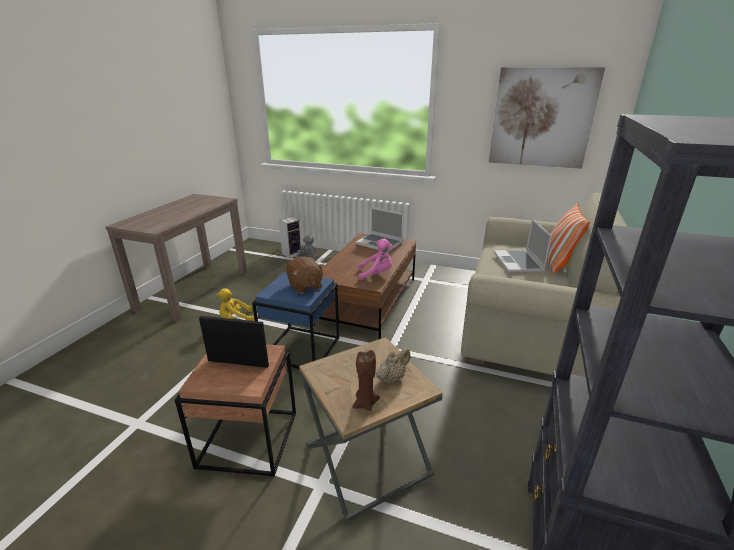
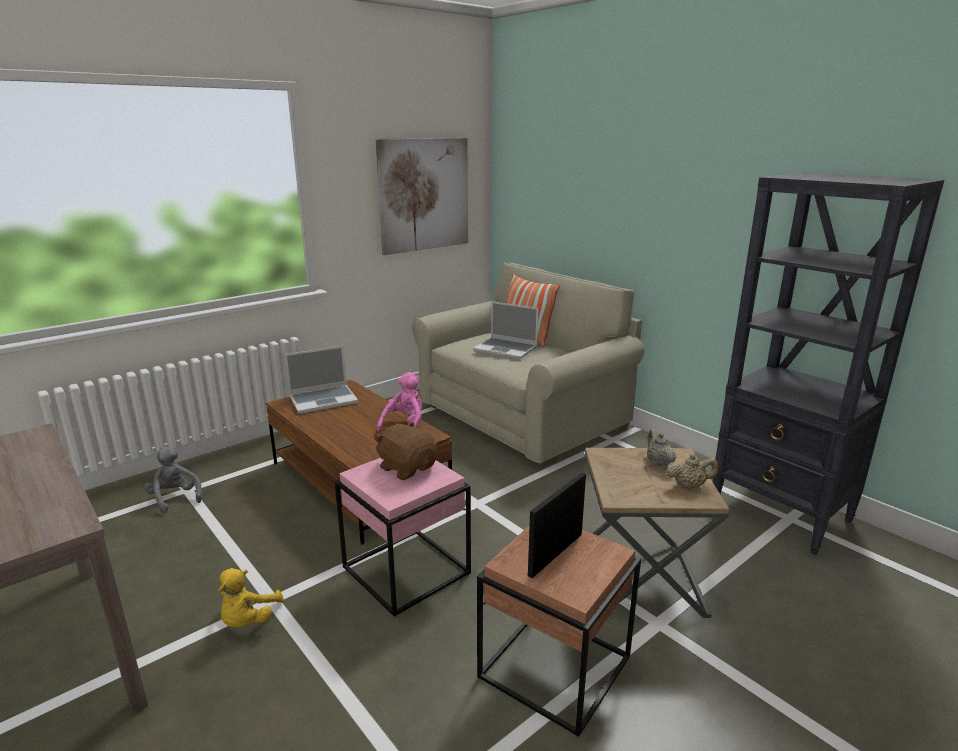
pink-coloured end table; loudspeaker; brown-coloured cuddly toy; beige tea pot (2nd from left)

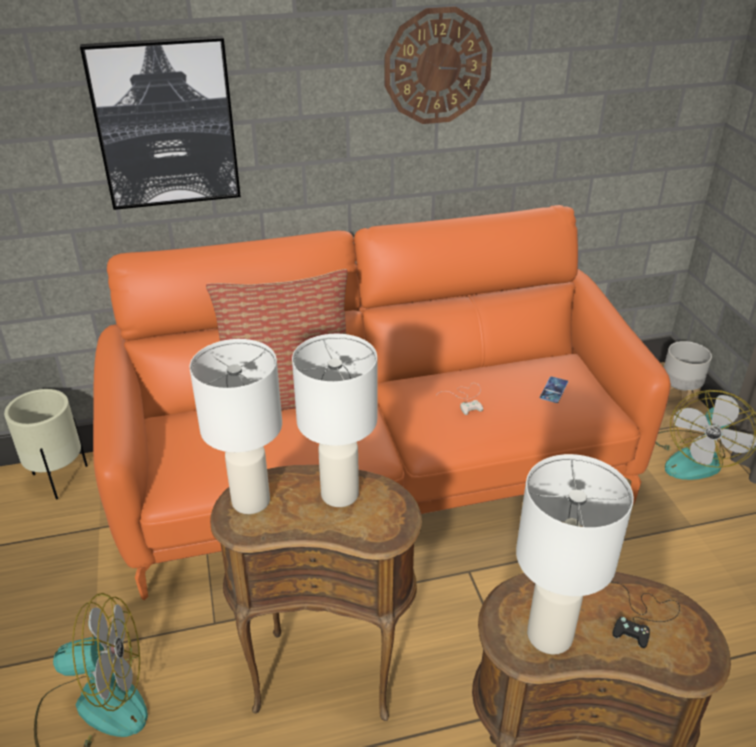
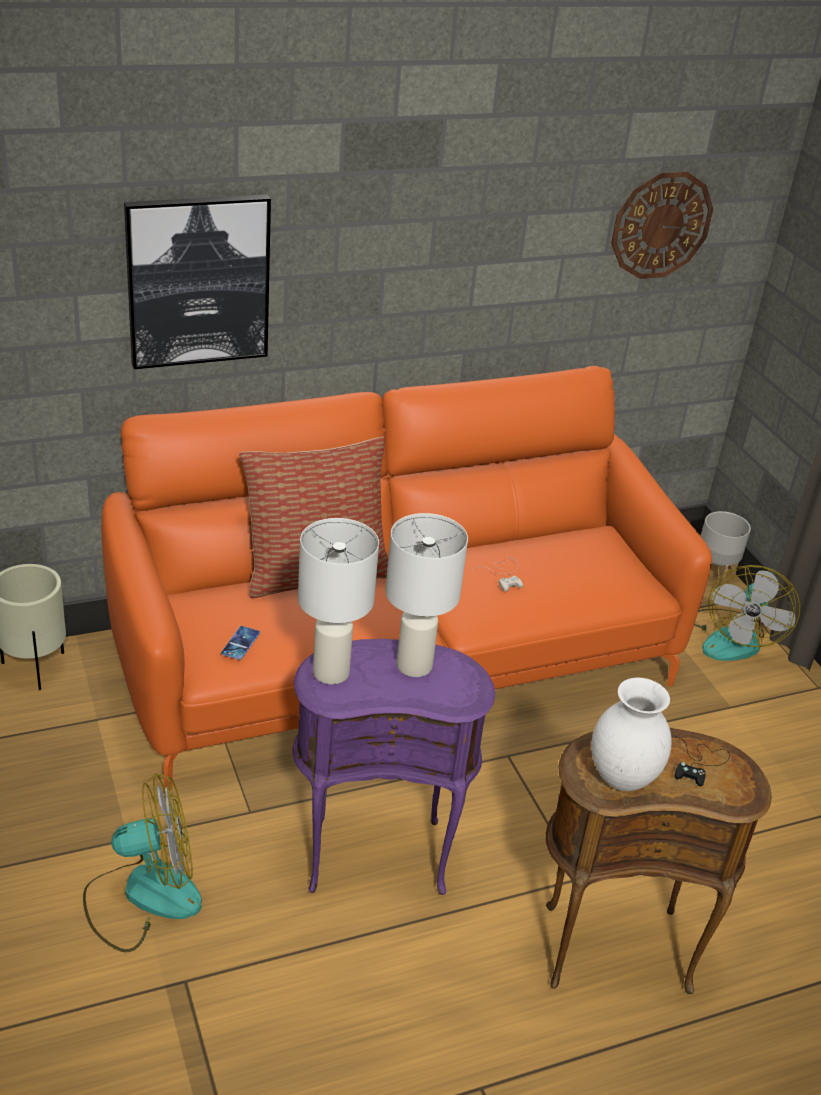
purple end table; wall clock; whitish flower vase; telephone

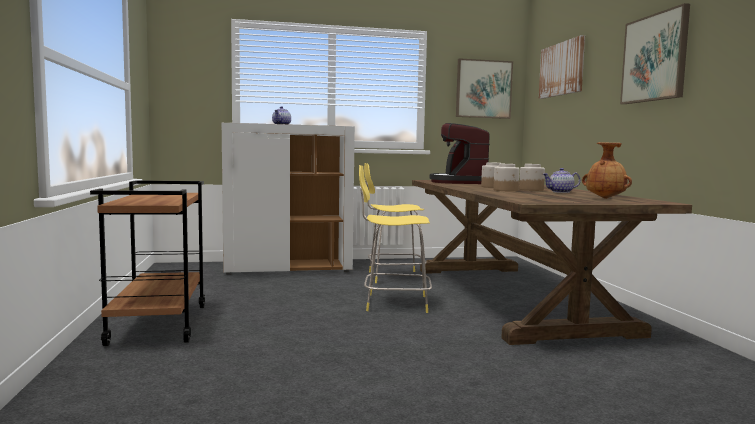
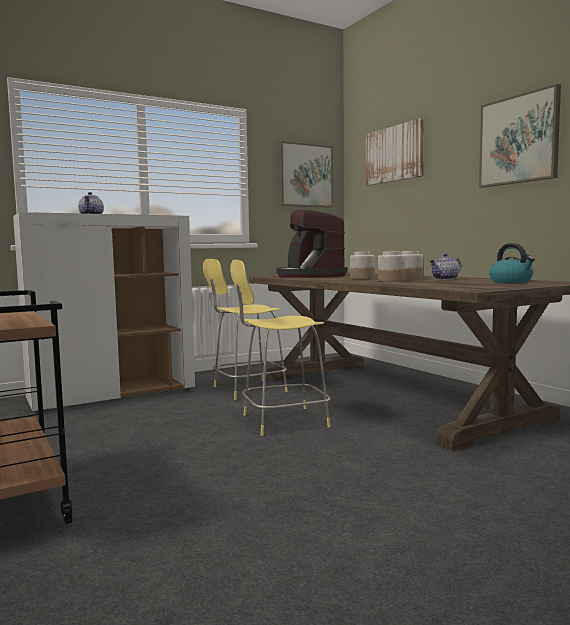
tea kettle

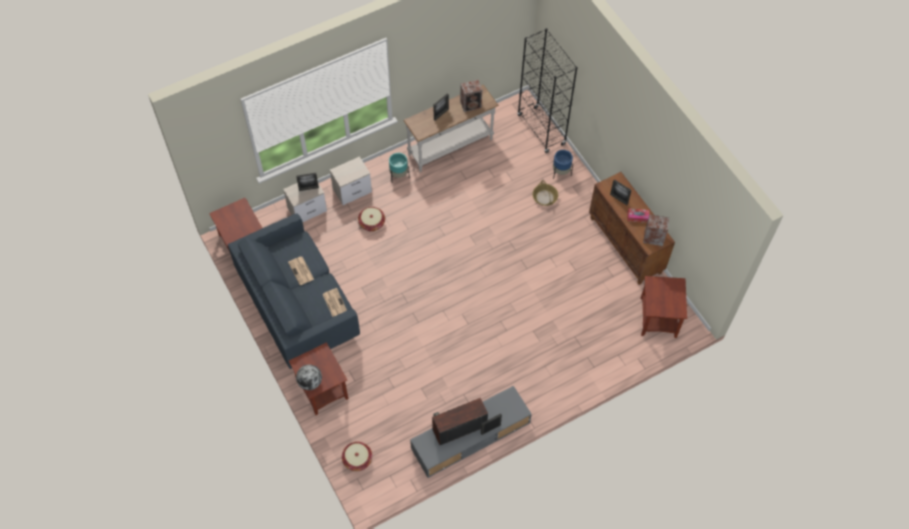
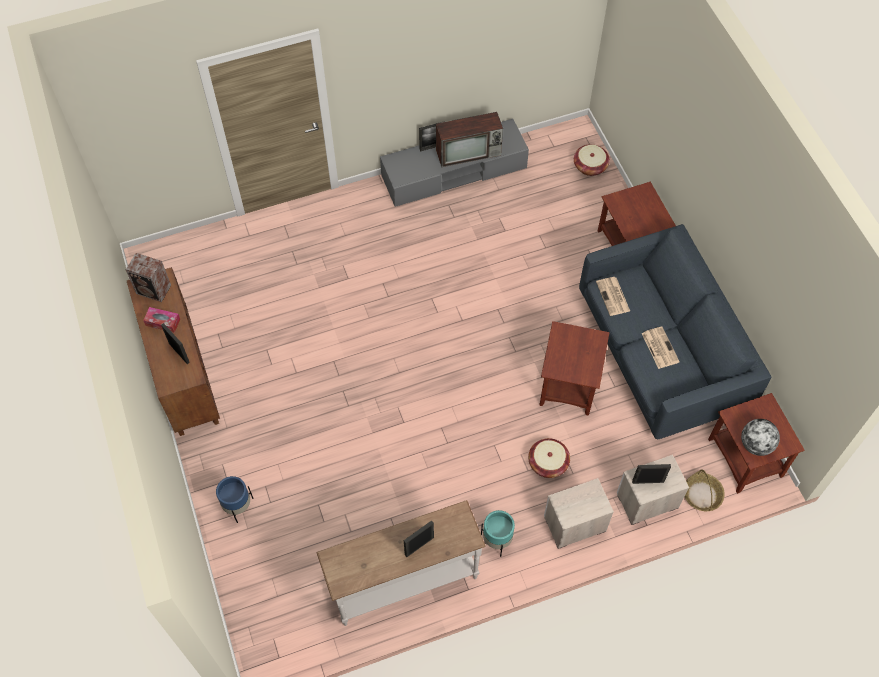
desk globe; loudspeaker (1st from left in the first image); black-coloured bookcase; storage basket (3rd from left); brown-coloured end table (1st from left)

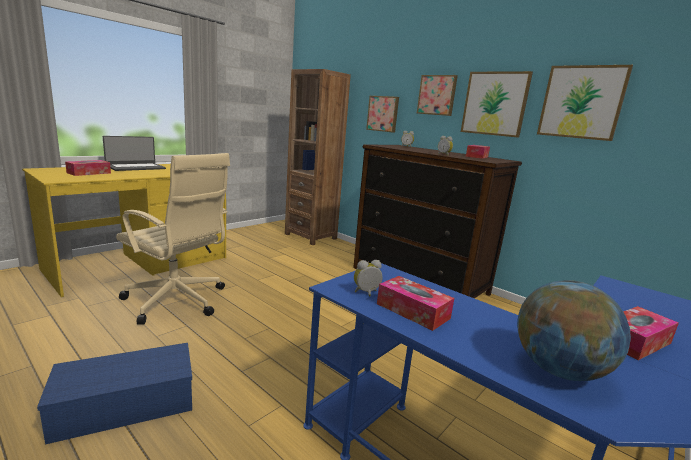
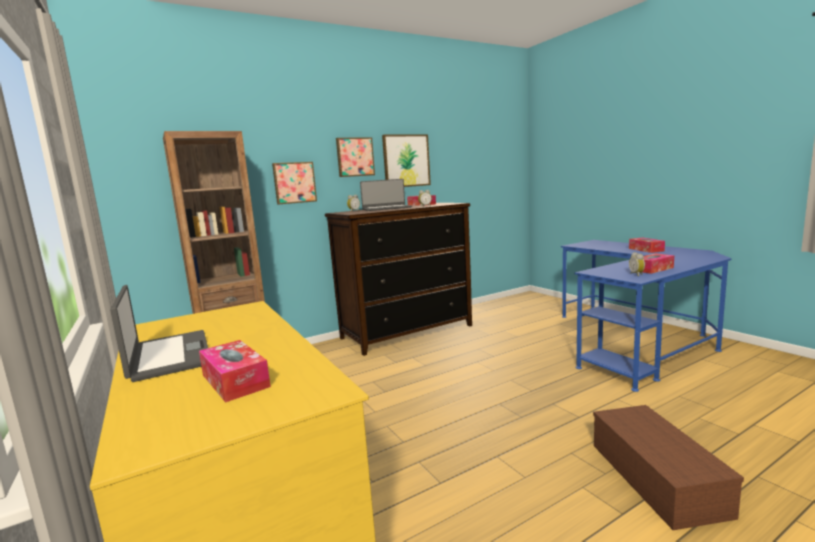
brown-coloured storage bin; beige office chair; desk globe; picture (4th from left in the first image); laptop (2nd from left)

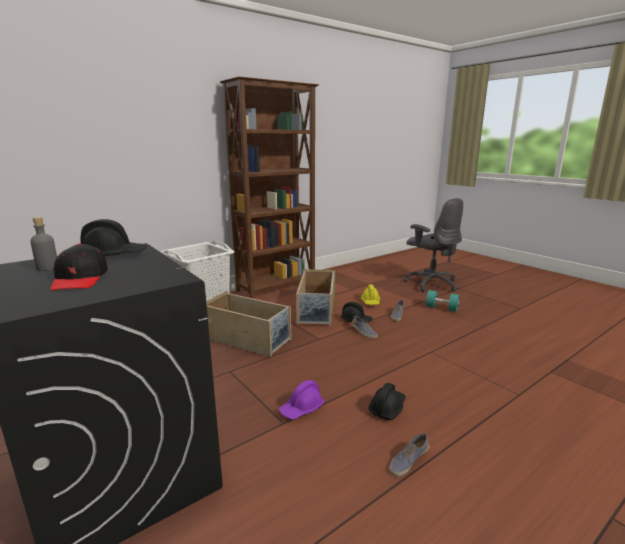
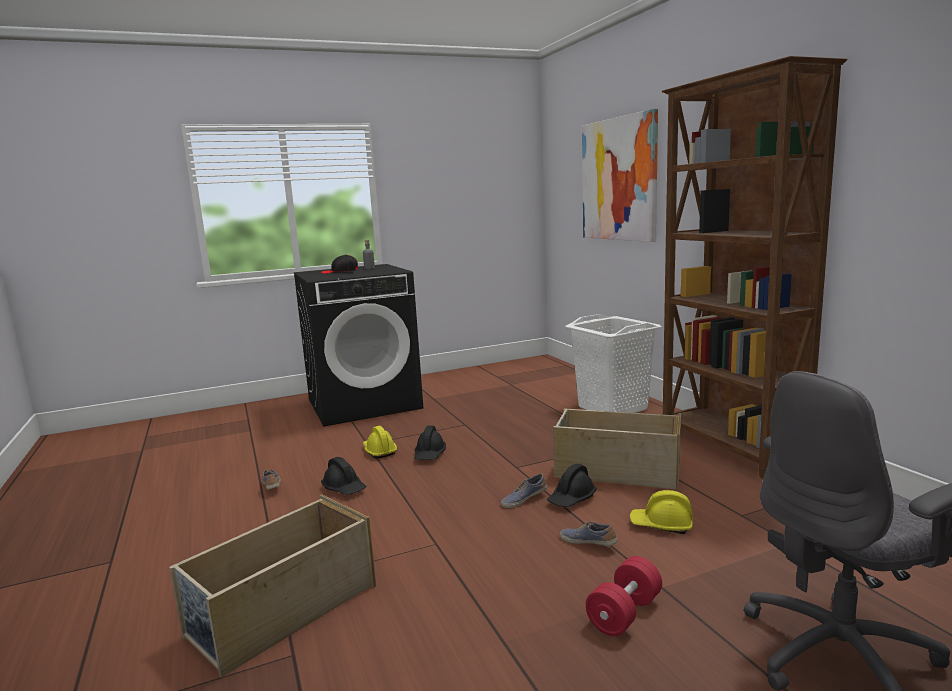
black-coloured work helmet (2nd from left); beige storage bin (1st from left); yellow-coloured work helmet (1st from left); red dumbbell; picture

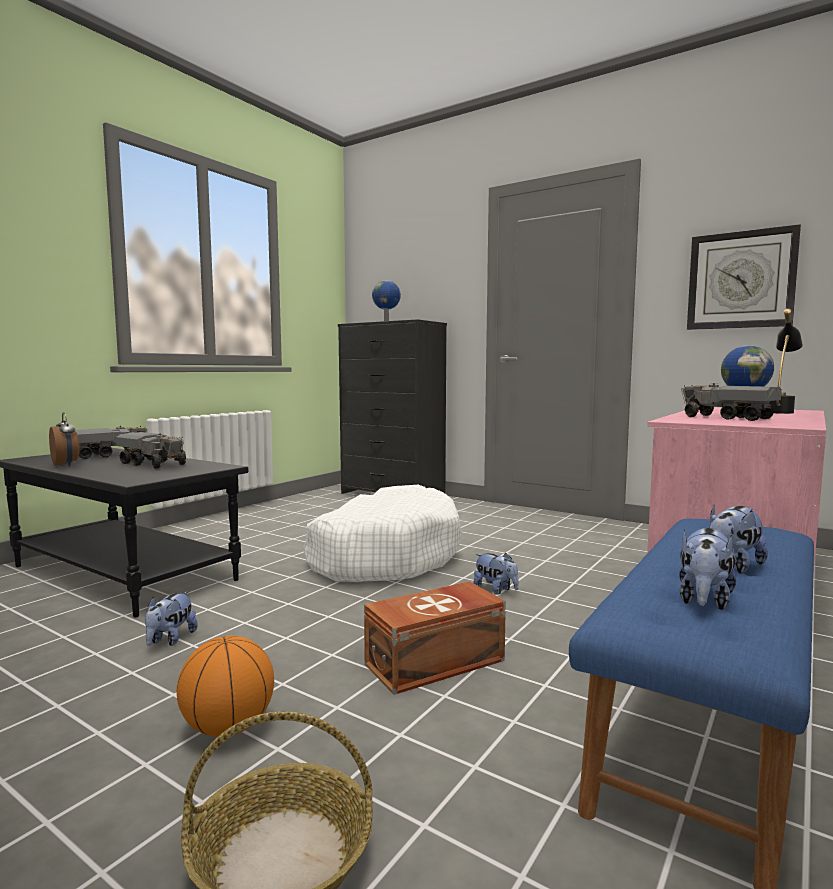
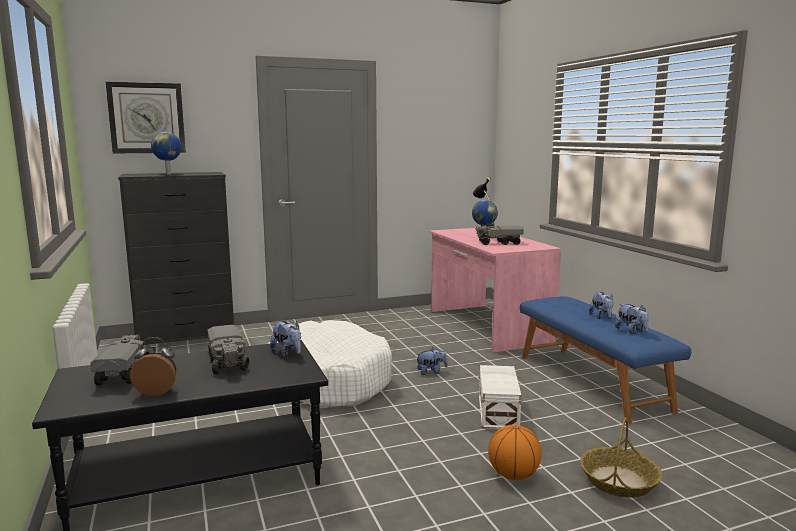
toy truck (2nd from left); cuddly toy (1st from left); whitish storage bin; wall clock

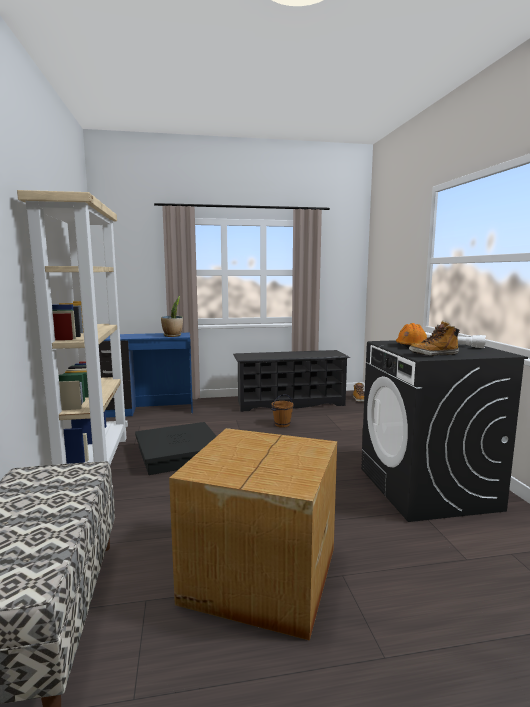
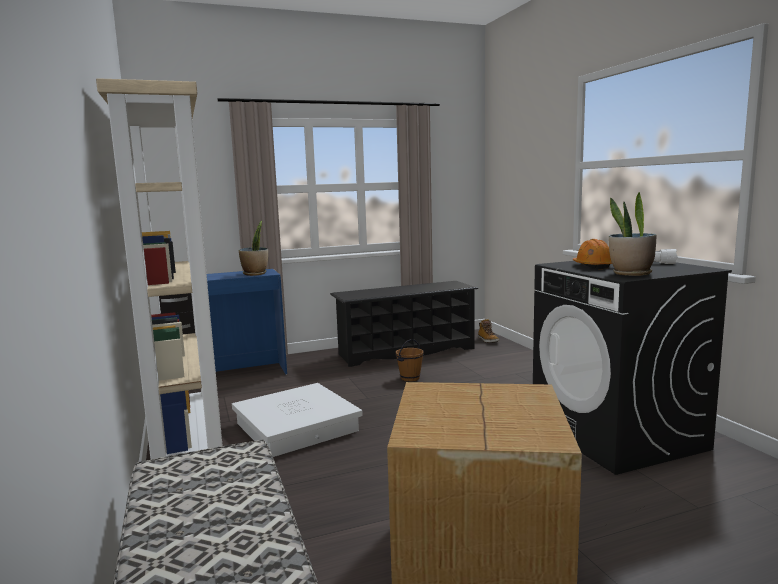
whitish storage bin; houseplant (2nd from left)

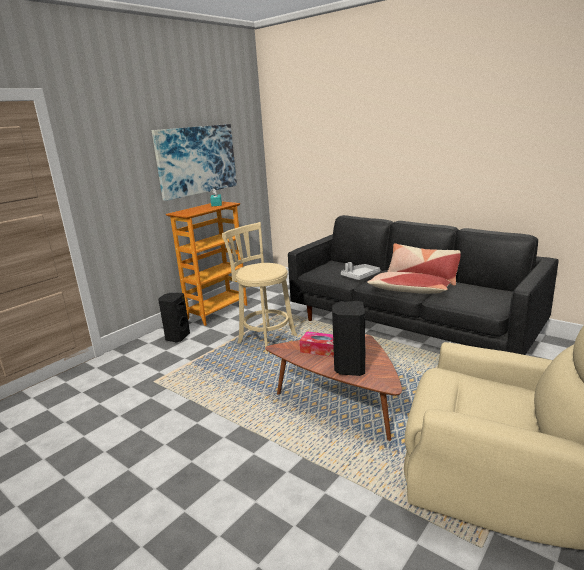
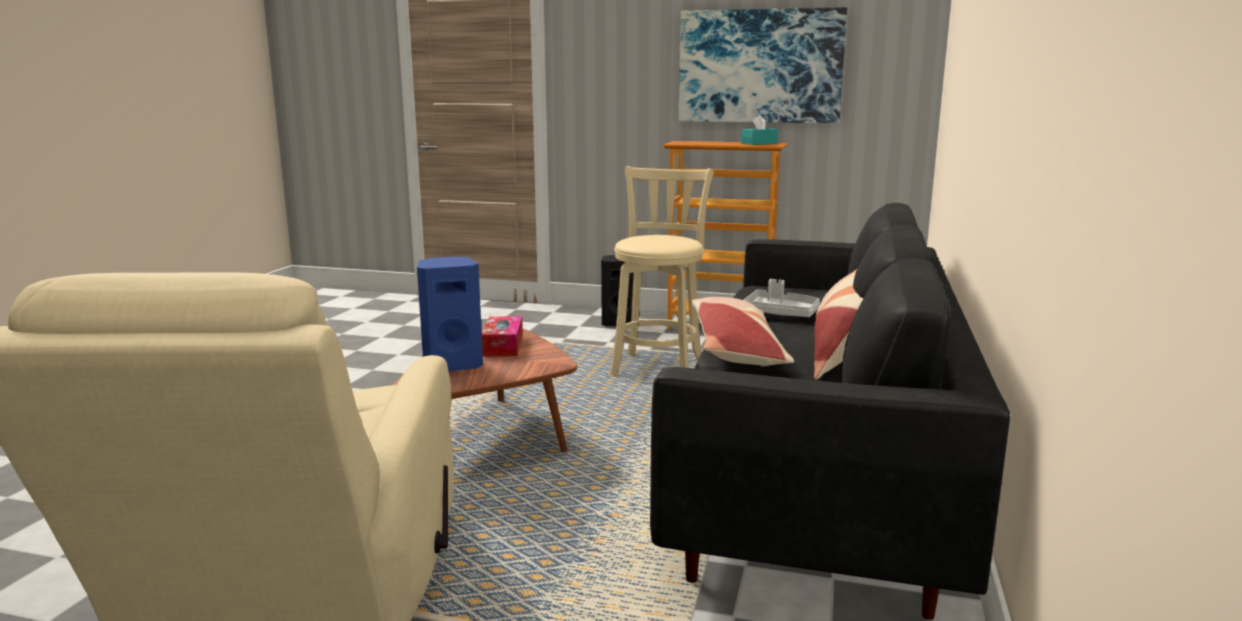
blue-coloured loudspeaker

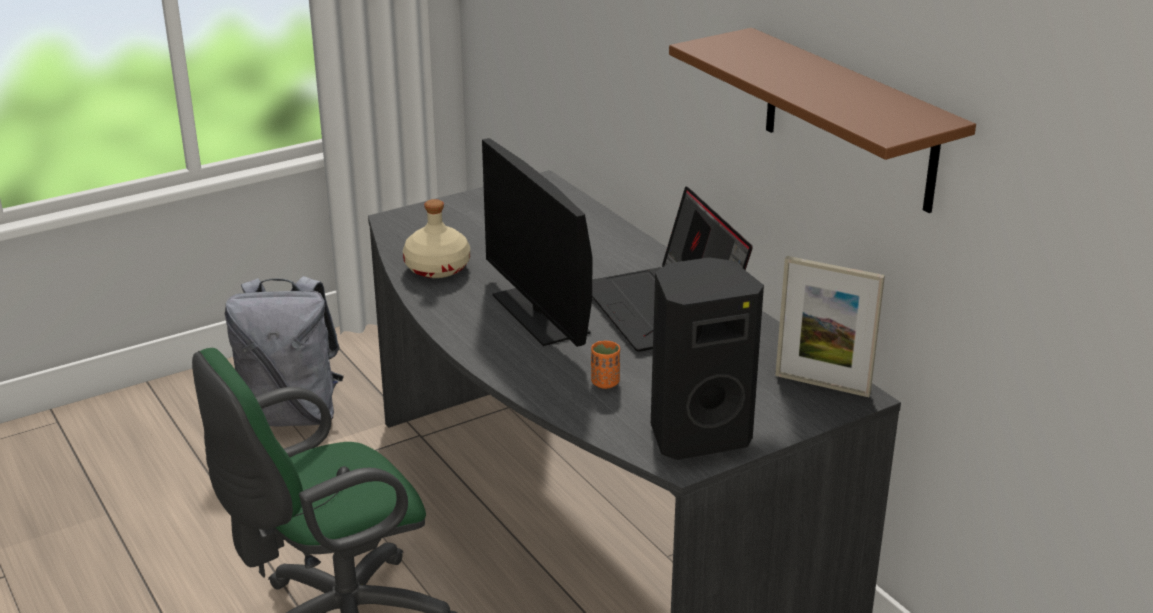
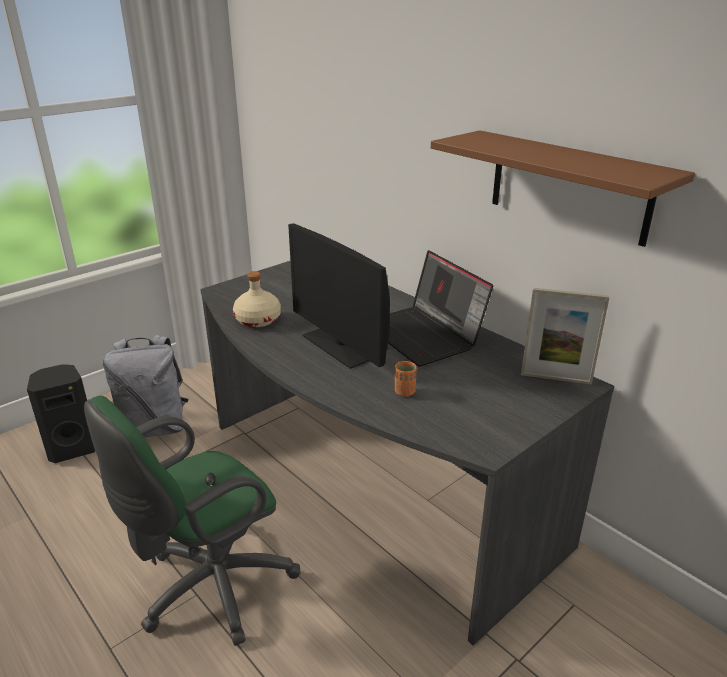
black-coloured loudspeaker

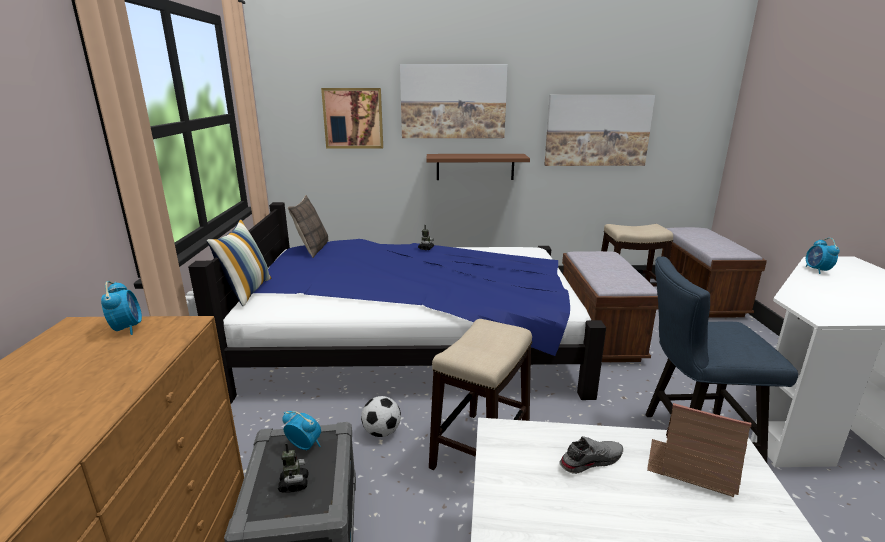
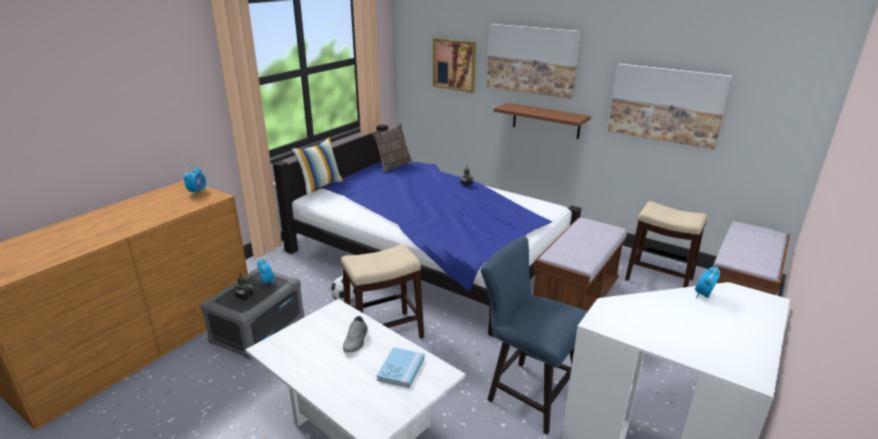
greyish low shoe; blue-coloured volume

